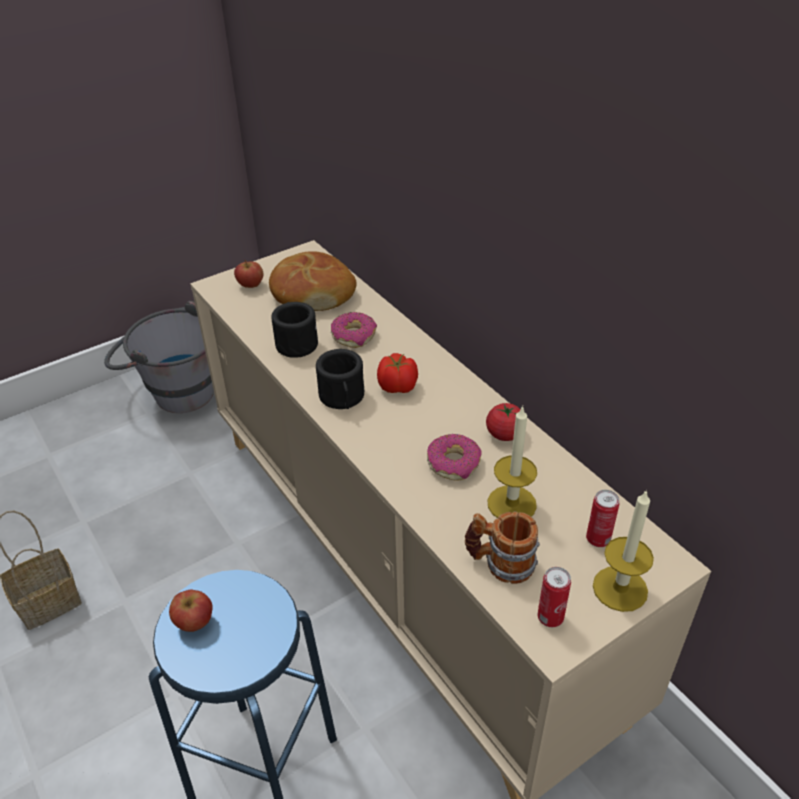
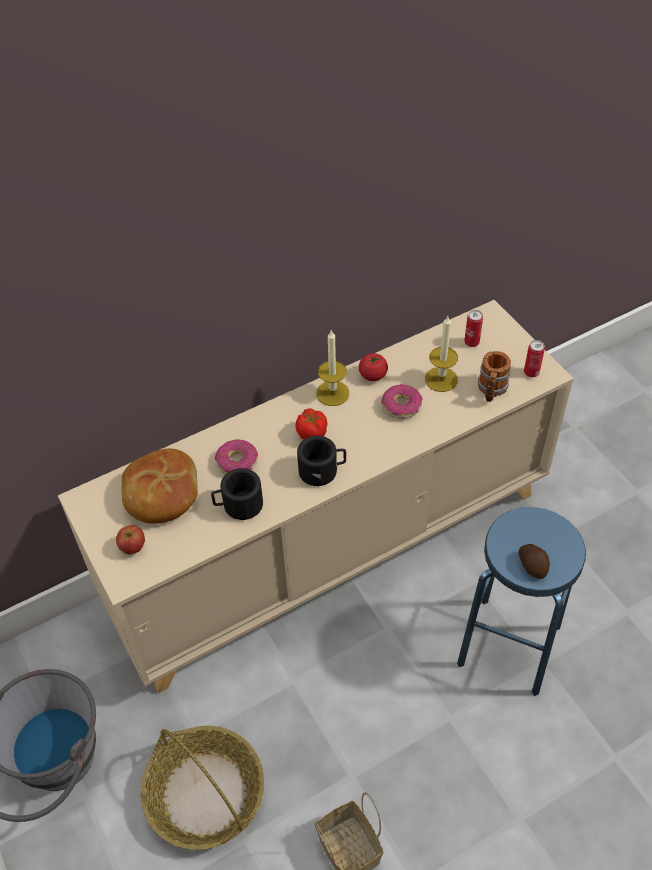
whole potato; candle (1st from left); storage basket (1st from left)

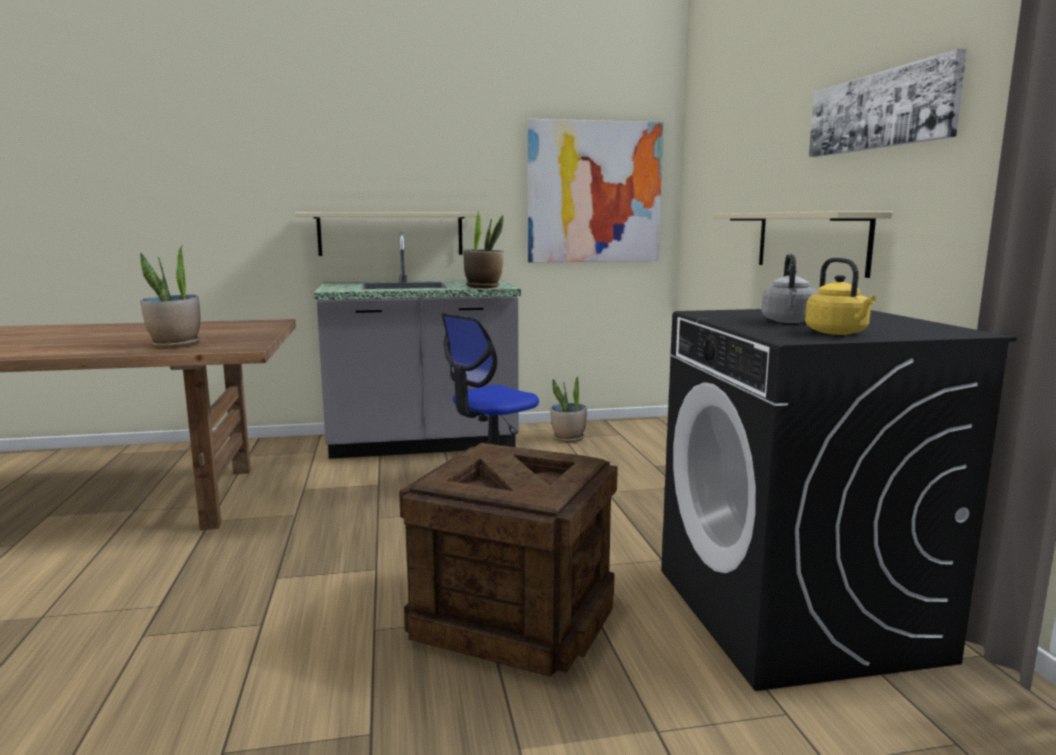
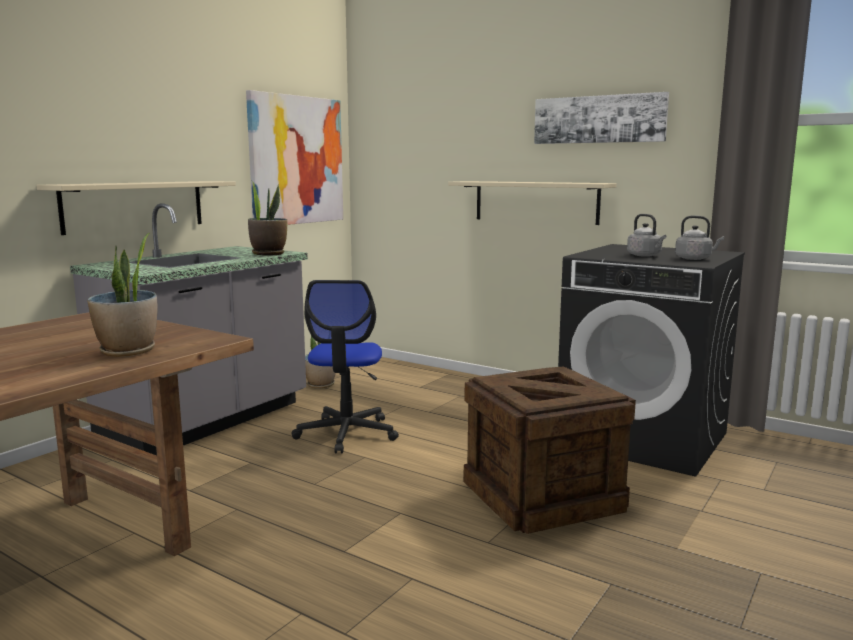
greyish tea kettle (2nd from left)

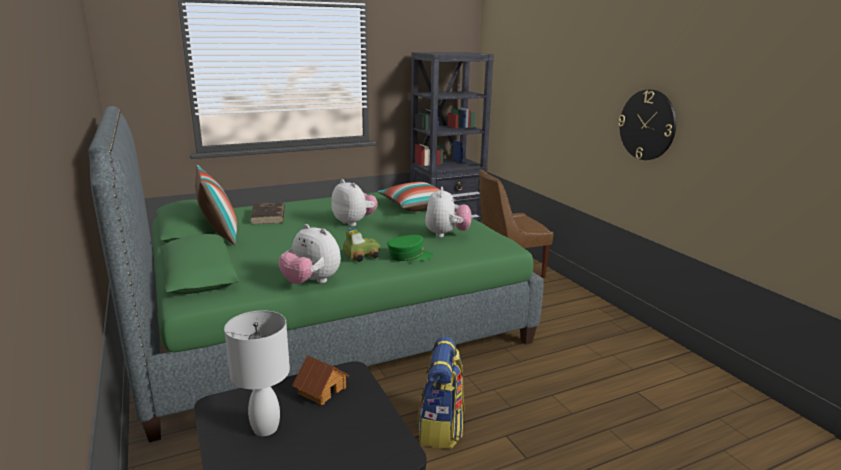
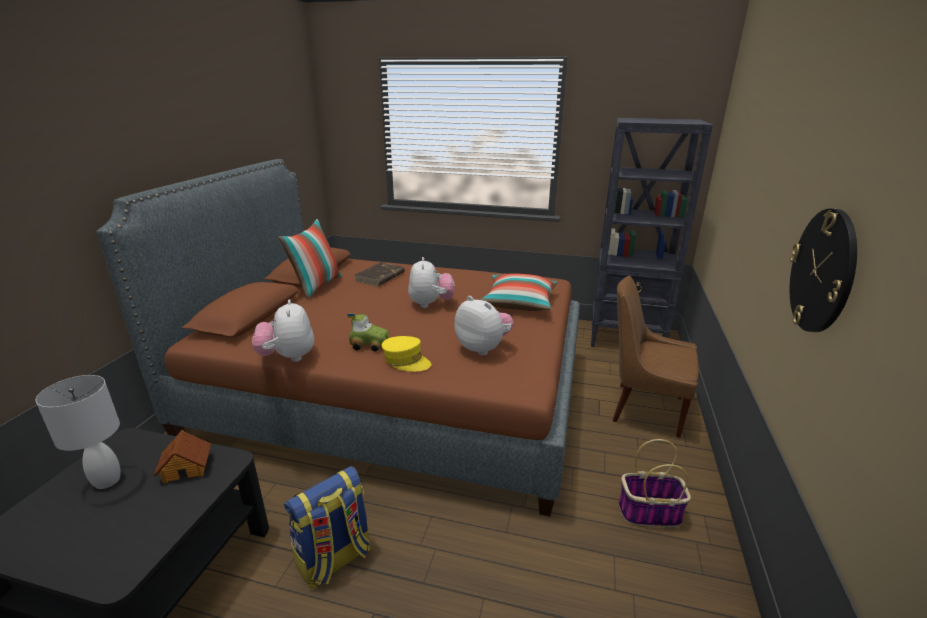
brown-coloured bedroom bed; yellow-coloured peaked cap; cuddly toy (3rd from left); storage basket

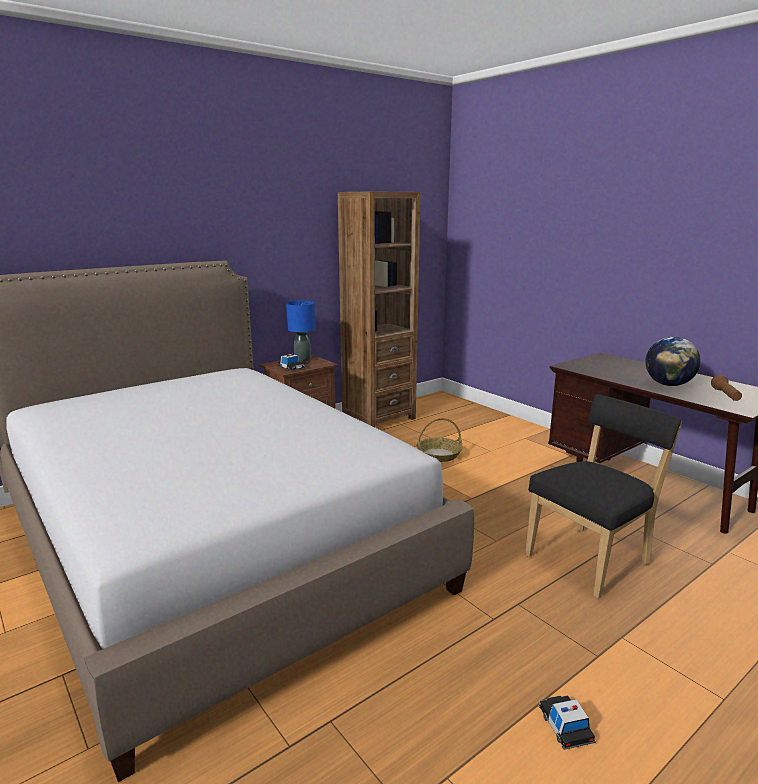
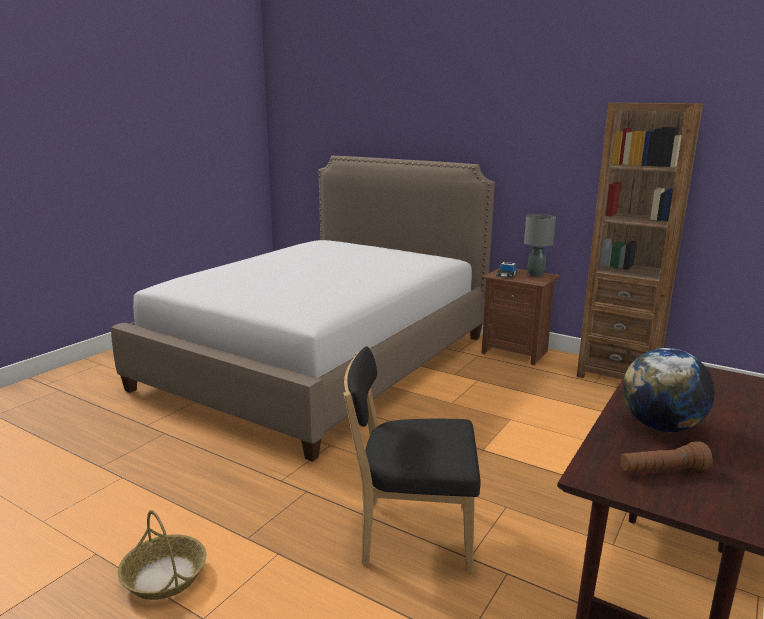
greyish table lamp; storage basket; black-coloured plain chair; model car (2nd from left in the first image)

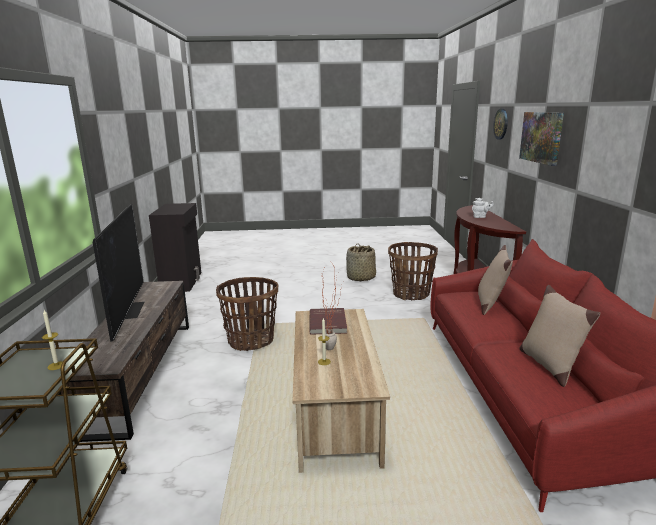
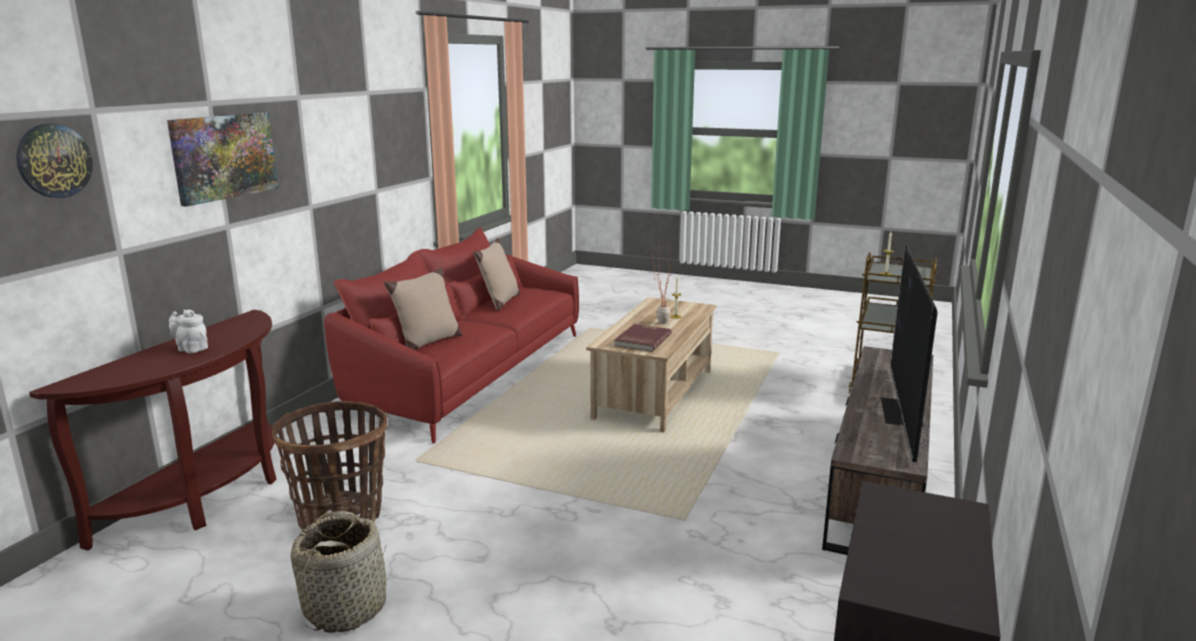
storage basket (1st from left in the first image)

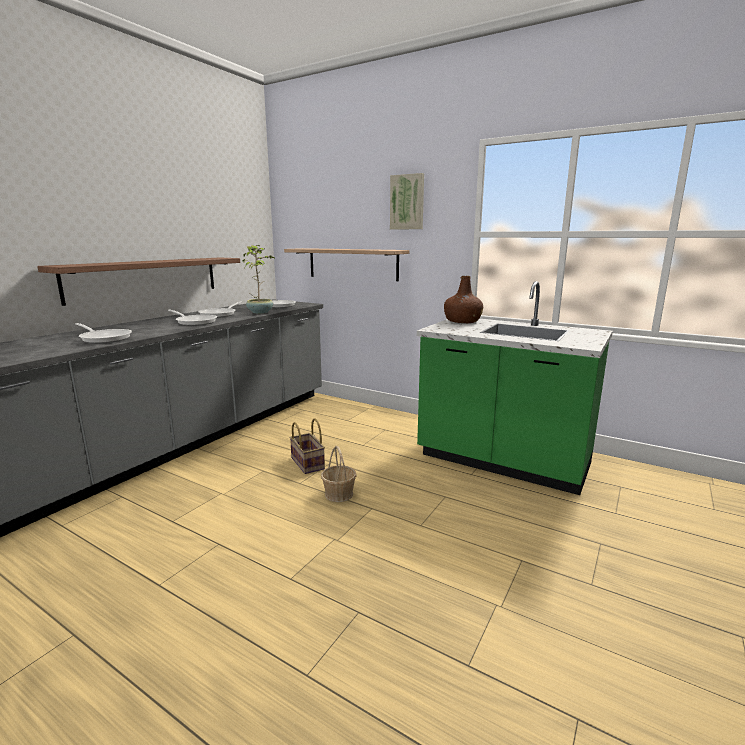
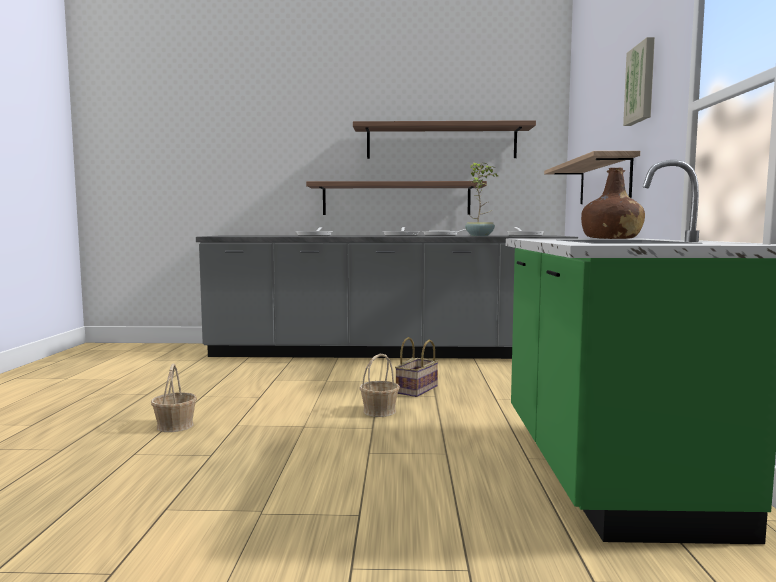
storage basket (1st from left); shelf (2nd from left)

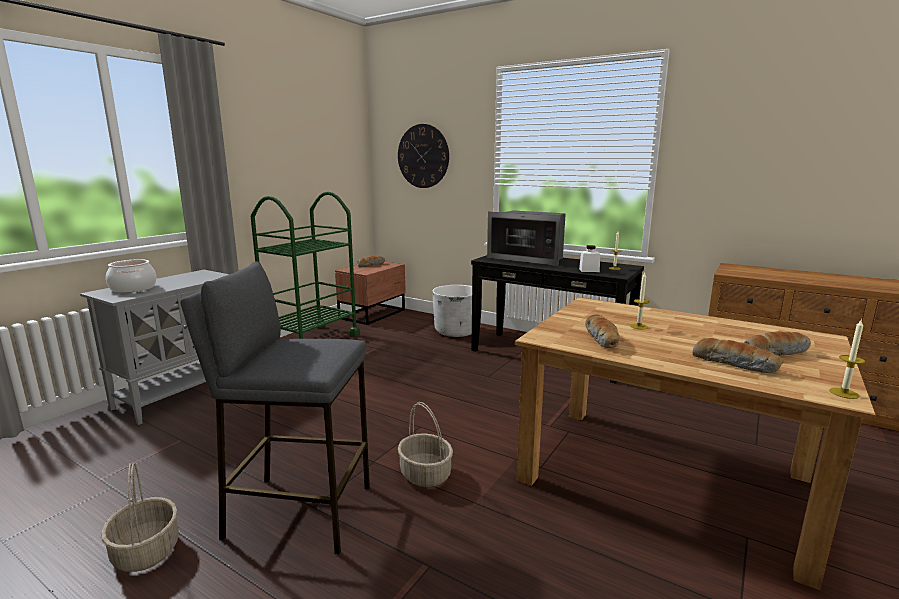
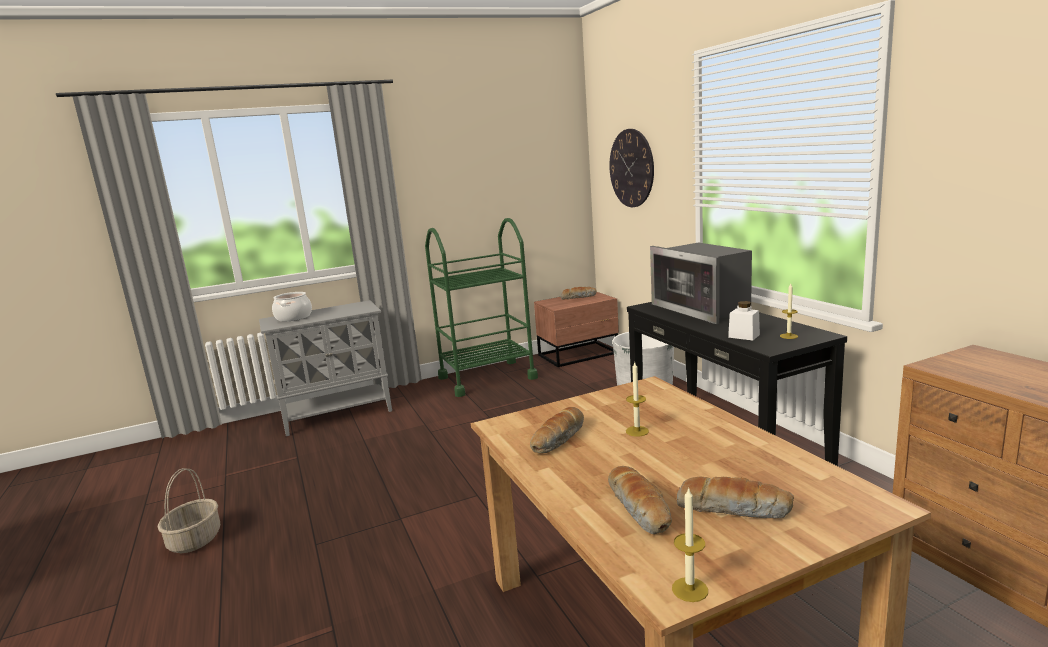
greyish stool; storage basket (2nd from left in the first image)

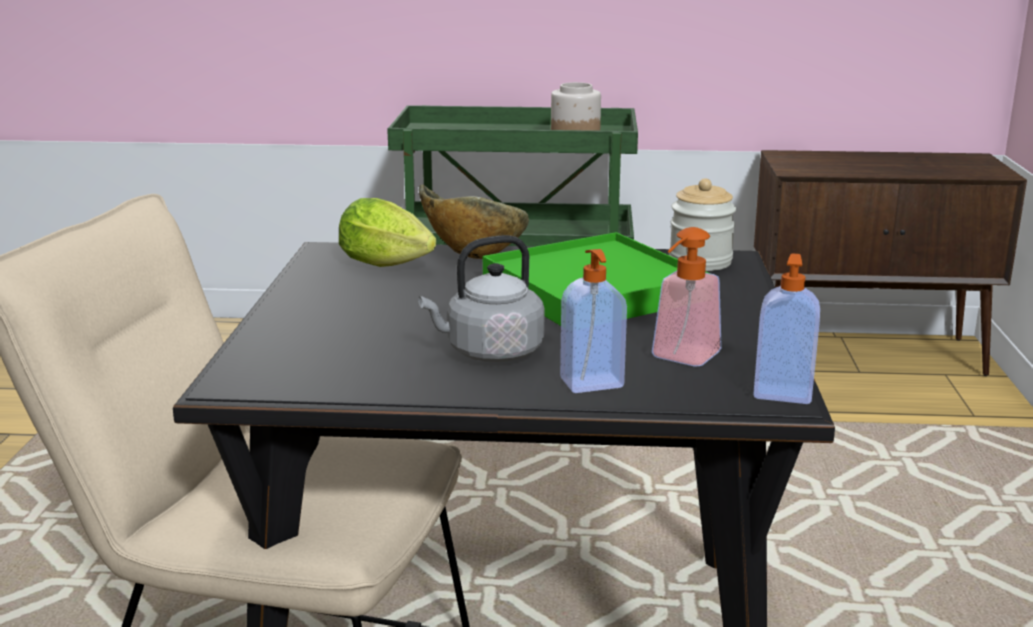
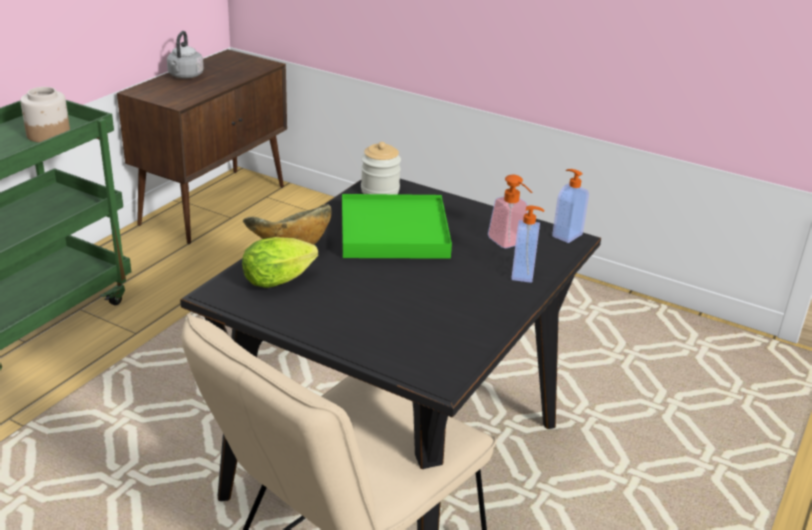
greyish tea kettle

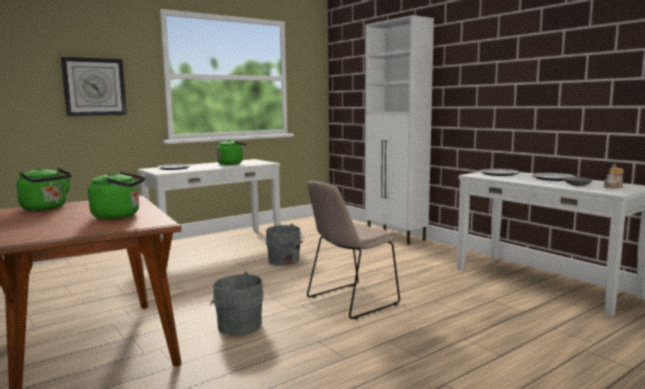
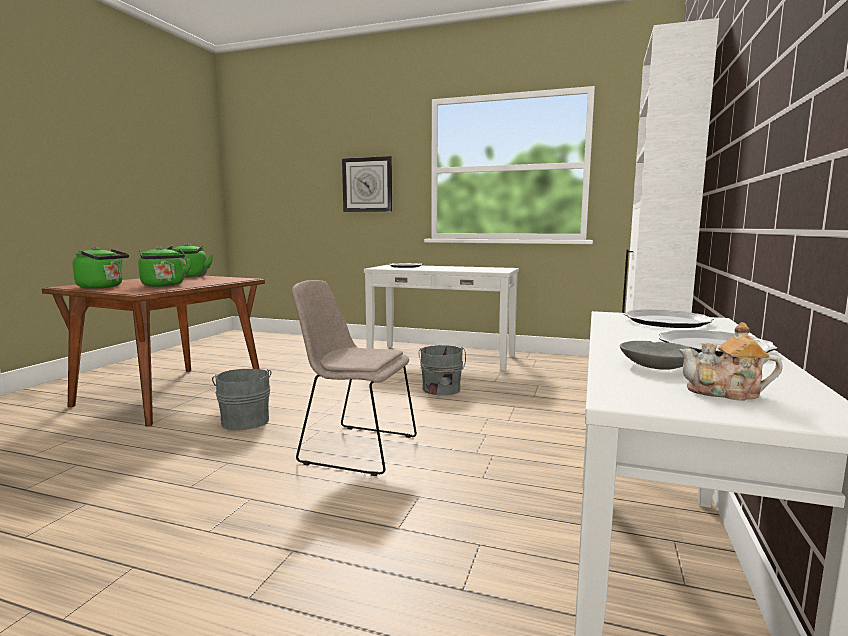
greenish tea kettle (1st from left)

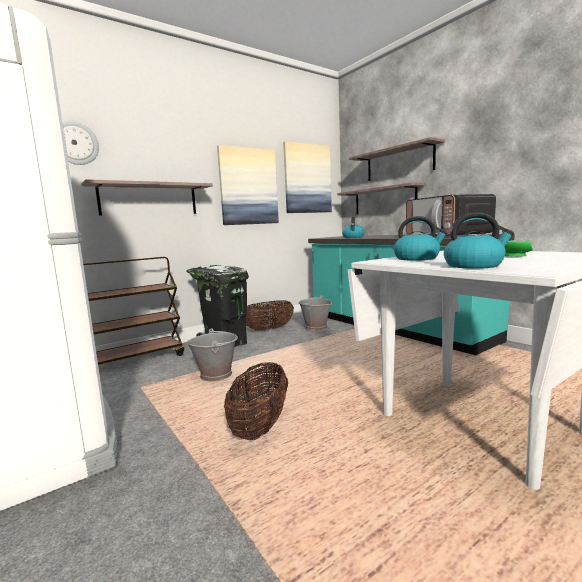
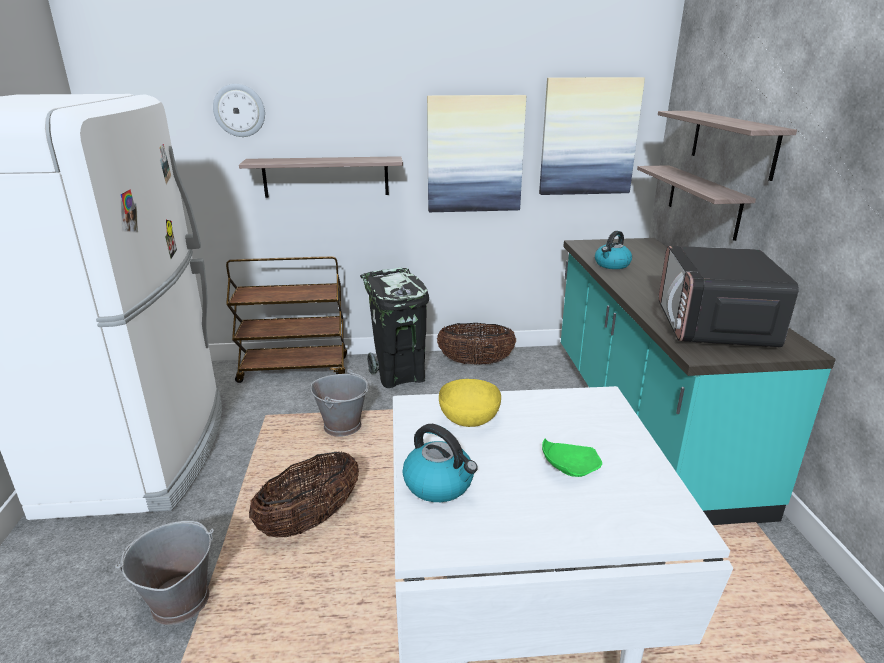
greyish water bucket (1st from left); yellow-coloured bowl

